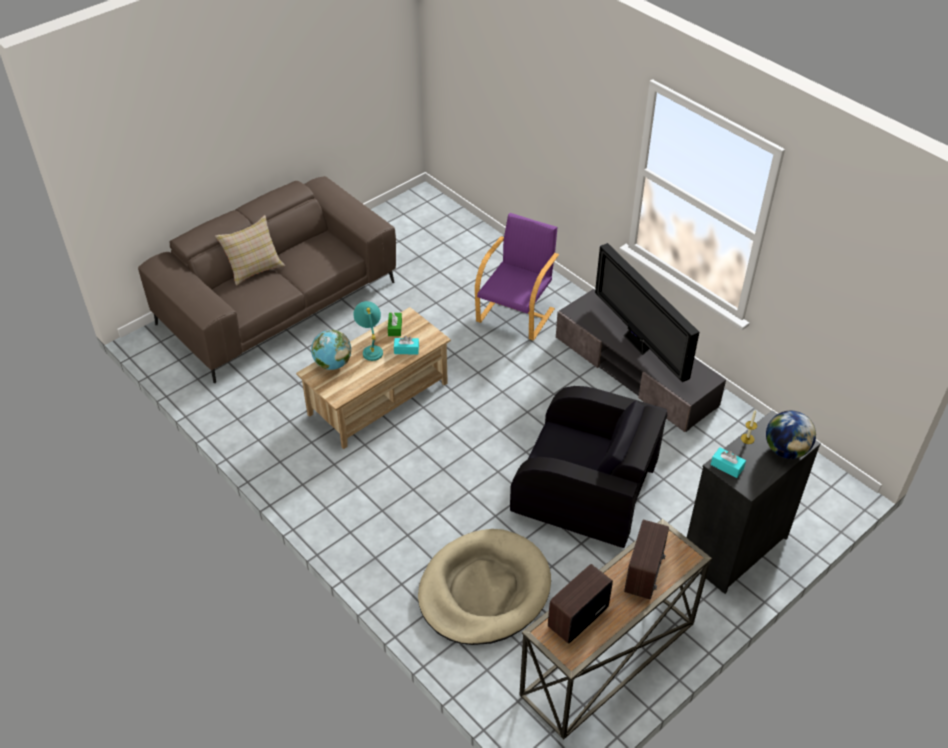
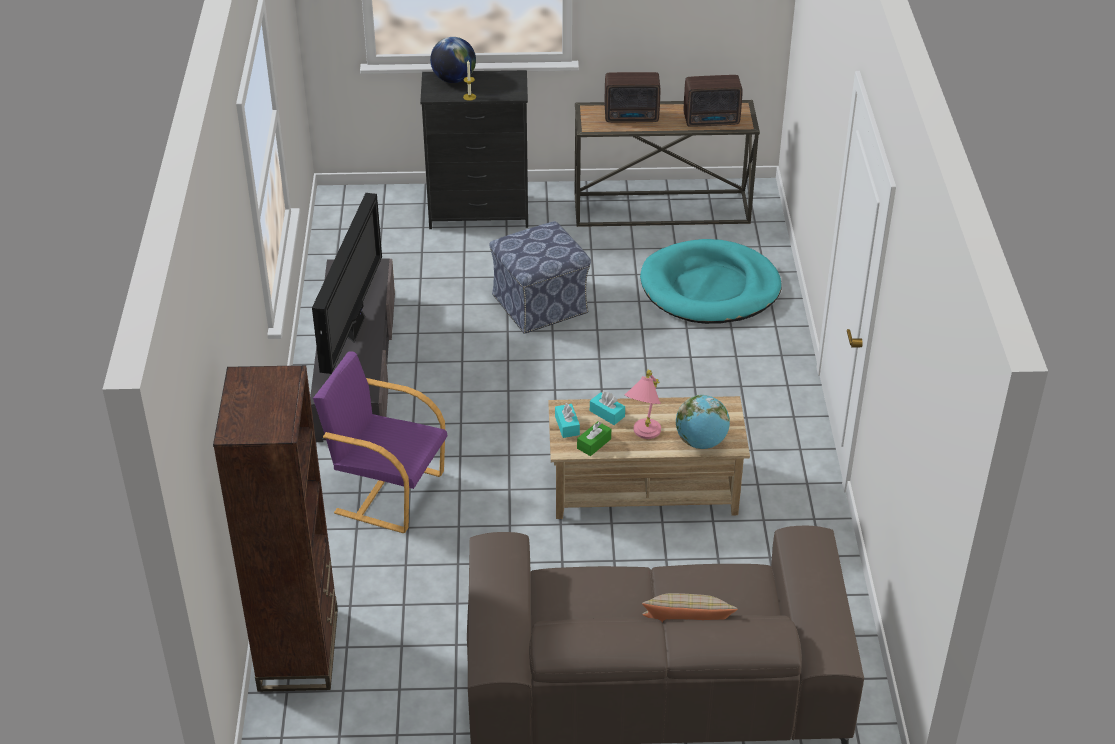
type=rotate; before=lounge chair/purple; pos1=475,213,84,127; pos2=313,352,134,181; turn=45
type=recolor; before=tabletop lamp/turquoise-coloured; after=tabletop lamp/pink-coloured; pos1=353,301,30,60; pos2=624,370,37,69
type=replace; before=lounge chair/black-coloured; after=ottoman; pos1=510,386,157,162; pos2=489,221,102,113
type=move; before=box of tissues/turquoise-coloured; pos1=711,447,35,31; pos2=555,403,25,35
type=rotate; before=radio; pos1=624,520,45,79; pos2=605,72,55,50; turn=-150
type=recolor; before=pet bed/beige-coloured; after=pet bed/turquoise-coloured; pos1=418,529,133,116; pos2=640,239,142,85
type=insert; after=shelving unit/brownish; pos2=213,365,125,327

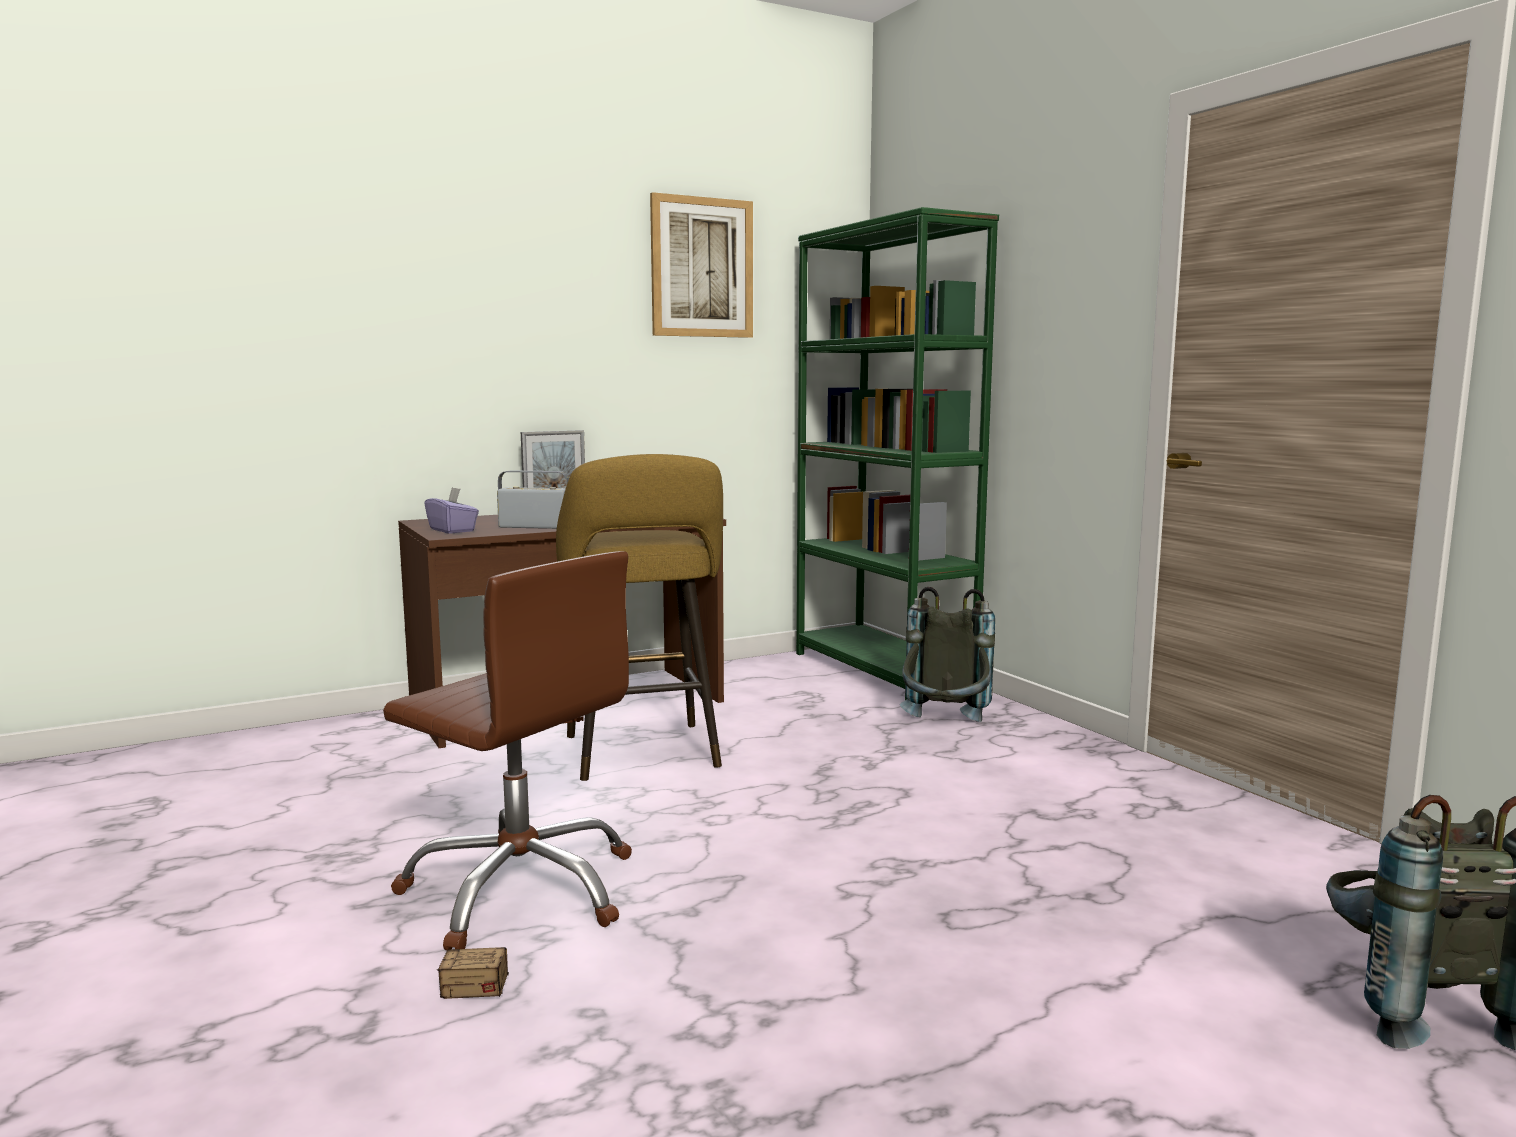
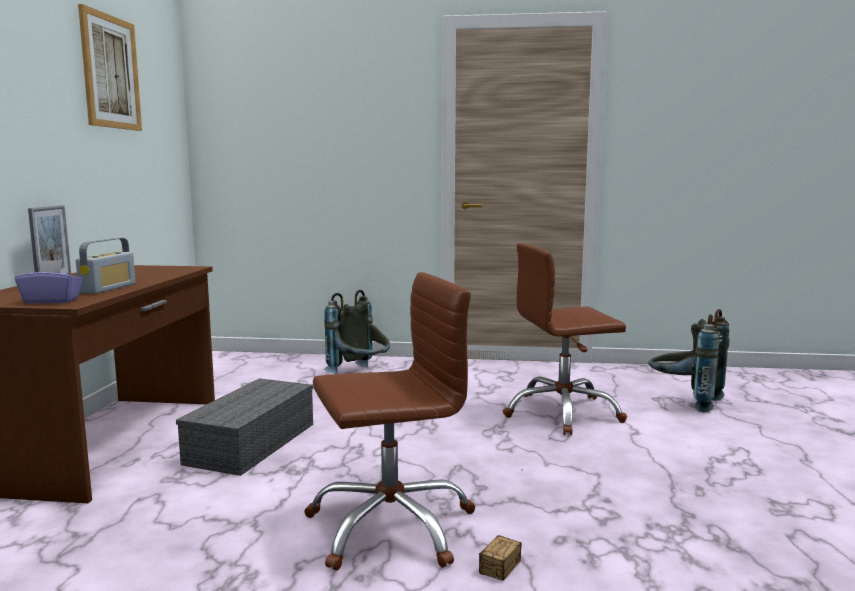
type=delete; before=shelving unit/greenish; pos1=796,207,203,493
type=replace; before=sitting stool/yellowish; after=storage container/grey; pos1=556,454,167,327; pos2=176,378,137,98
type=rotate; before=radio; pos1=497,470,72,59; pos2=76,238,59,56; turn=150
type=insert; after=office chair/brownish; pos2=503,243,124,192

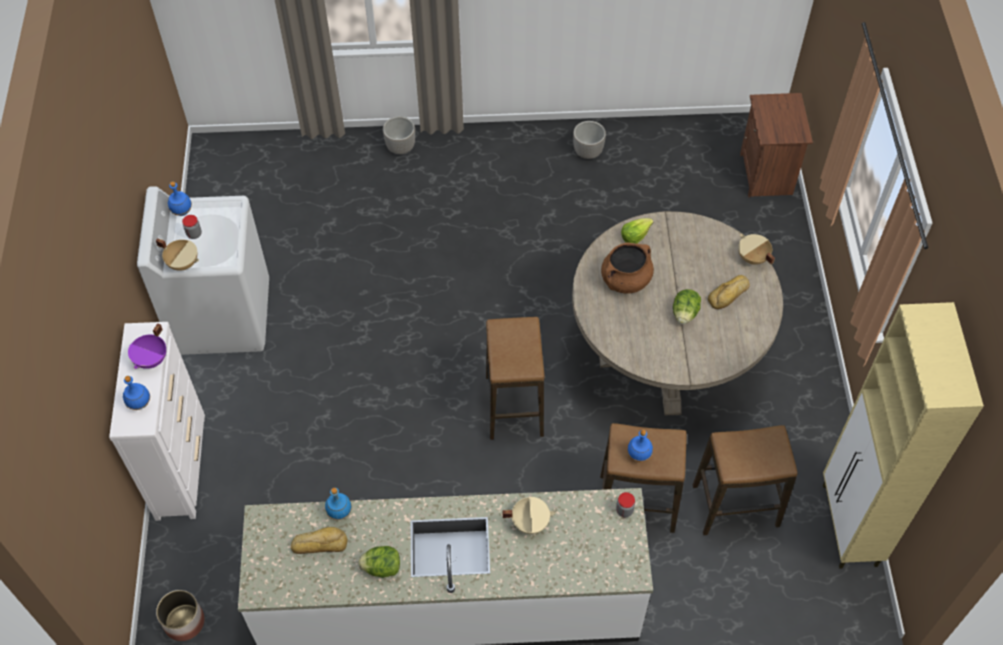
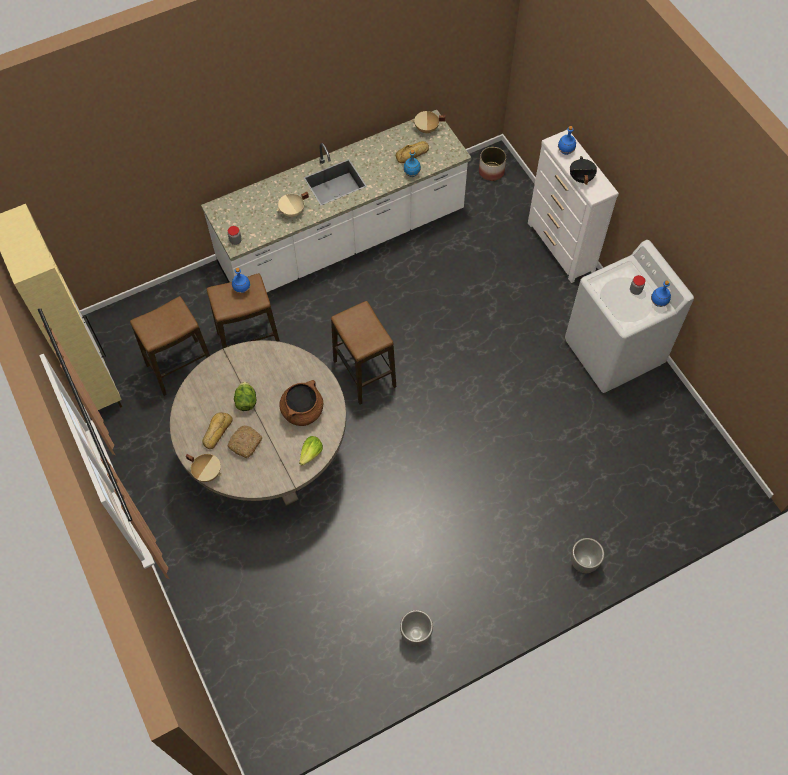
type=delete; before=nightstand/brownish; pos1=740,93,73,105
type=move; before=stockpot/beige-coloured; pos1=156,238,43,33; pos2=411,111,34,23
type=recolor; before=stockpot/purple; after=stockpot/black-coloured; pos1=128,323,38,46; pos2=570,156,27,29
type=delete; before=lettuce; pos1=358,546,42,32
type=insert; after=bakery bread; pos2=228,425,34,33

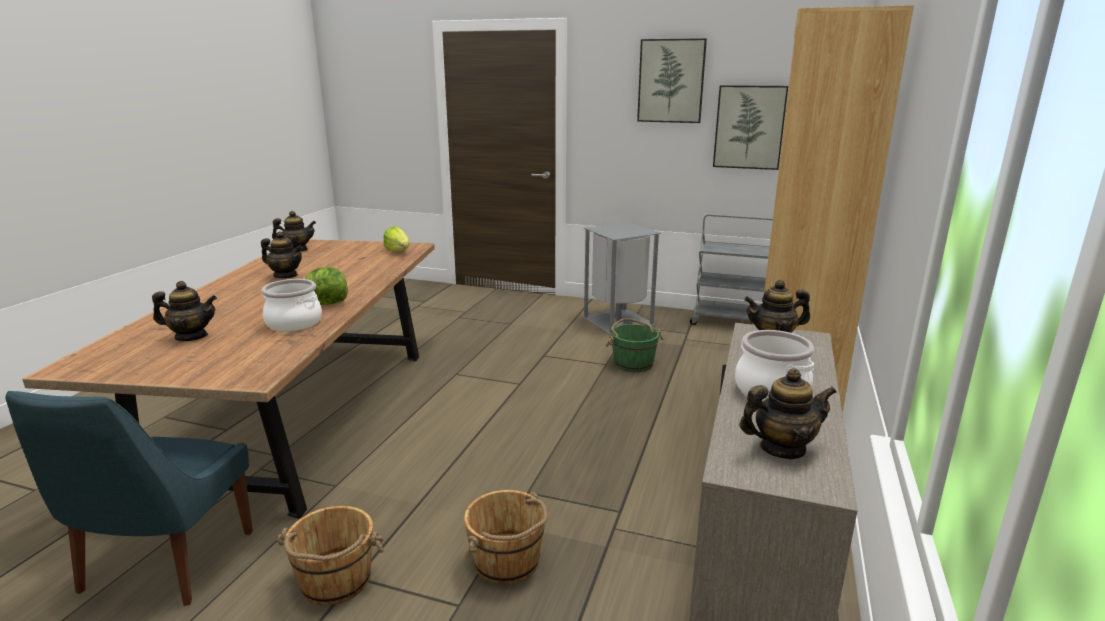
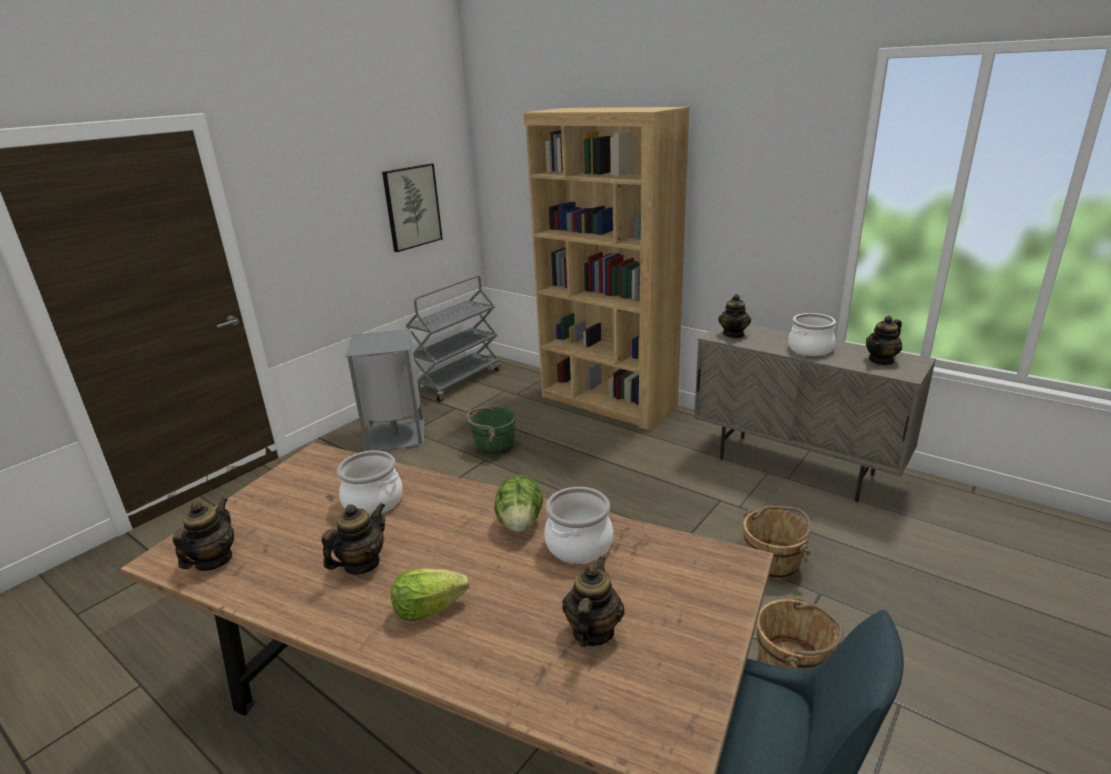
type=delete; before=wall picture; pos1=637,38,70,85
type=move; before=lettuce; pos1=383,227,26,25; pos2=391,569,79,52
type=rotate; before=teapot; pos1=739,368,98,91; pos2=866,316,36,49; turn=-135
type=insert; after=stockpot; pos2=337,450,66,66

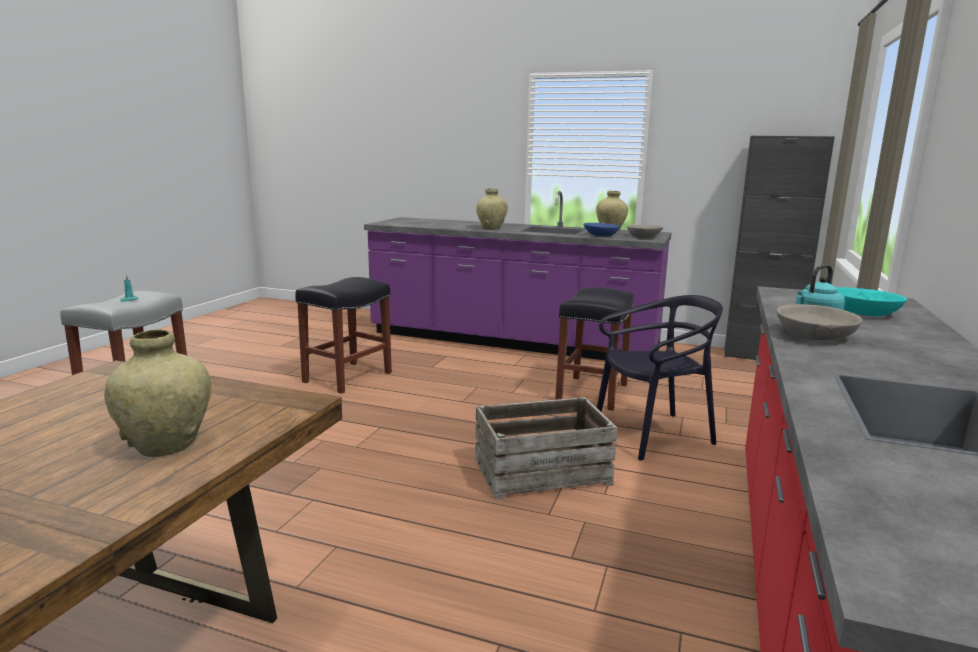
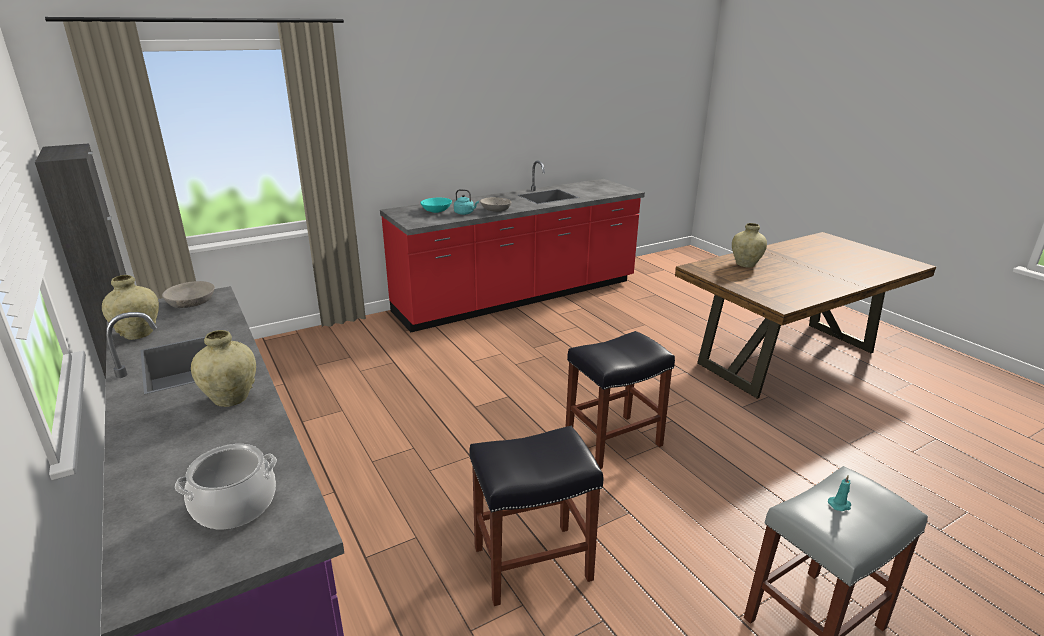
type=delete; before=serving bowl/bluish; pos1=583,223,37,14
type=move; before=sitting stool/black-coloured; pos1=555,287,79,124; pos2=566,331,109,138
type=delete; before=plain chair/black-coloured; pos1=597,295,126,166
type=delete; before=shipping crate; pos1=475,397,142,103
type=insert; after=stockpot; pos2=175,444,102,85

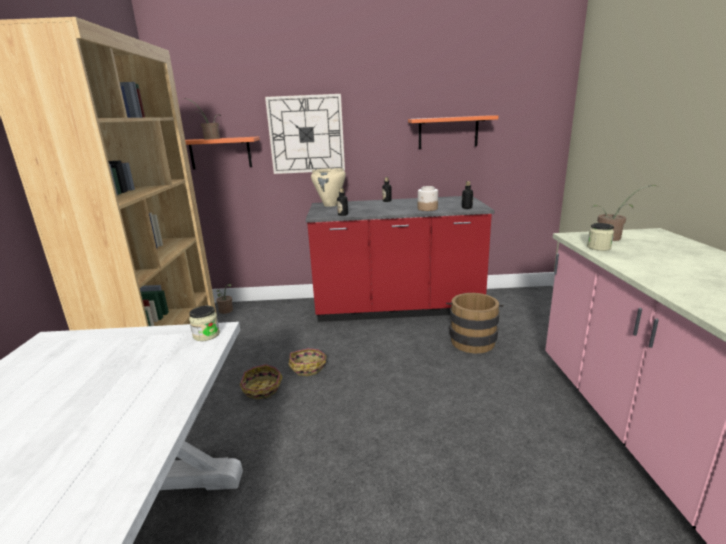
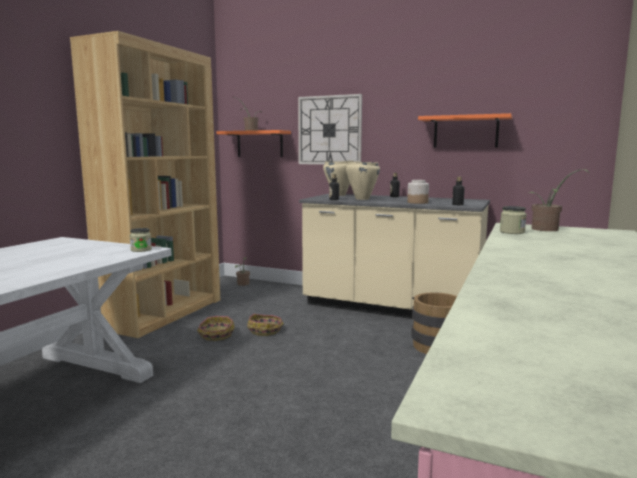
type=recolor; before=counter/red-coloured; after=counter/beige-coloured; pos1=306,196,189,126; pos2=299,194,191,125
type=insert; after=stockpot/beige-coloured; pos2=346,161,34,39

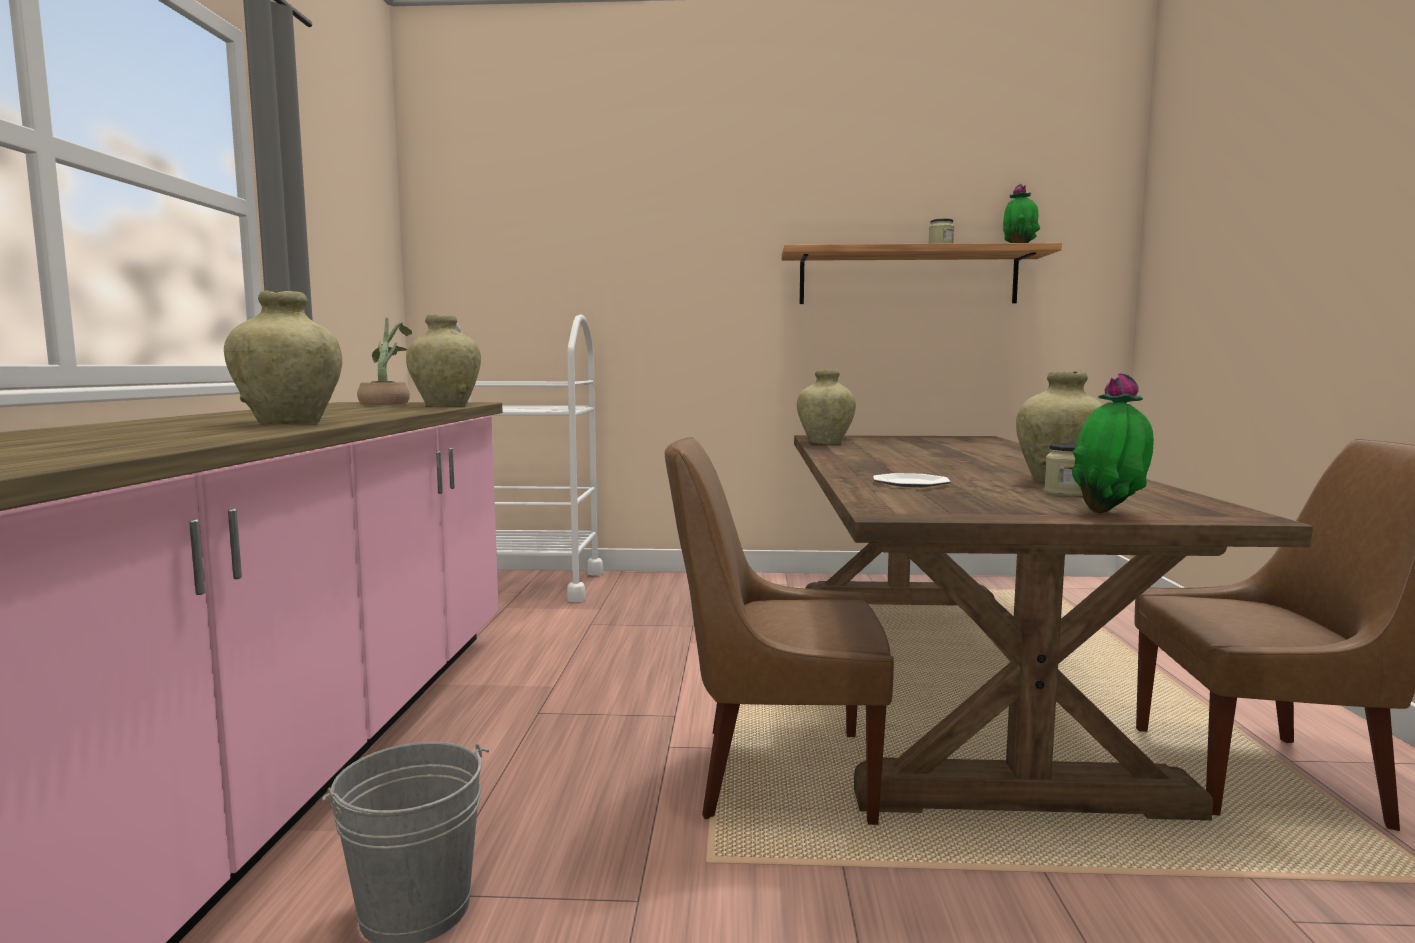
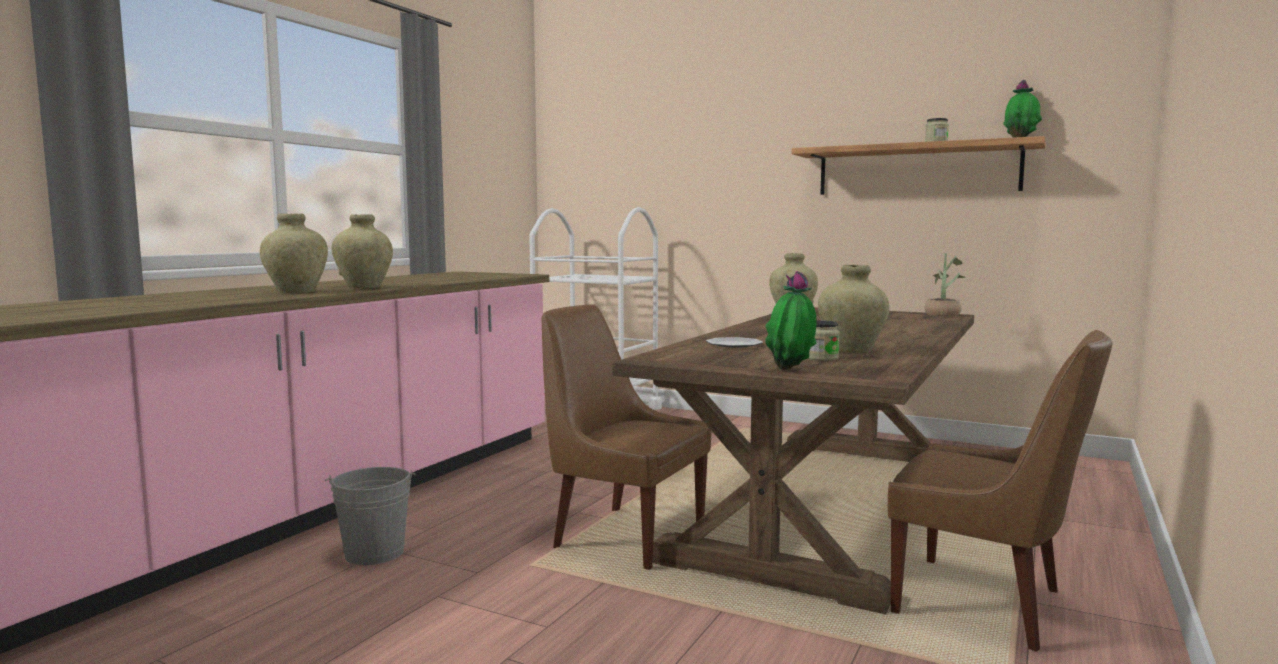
type=move; before=vase/beige-coloured; pos1=406,314,75,93; pos2=260,213,68,81
type=move; before=plant in a pot; pos1=357,318,55,87; pos2=924,253,42,64

